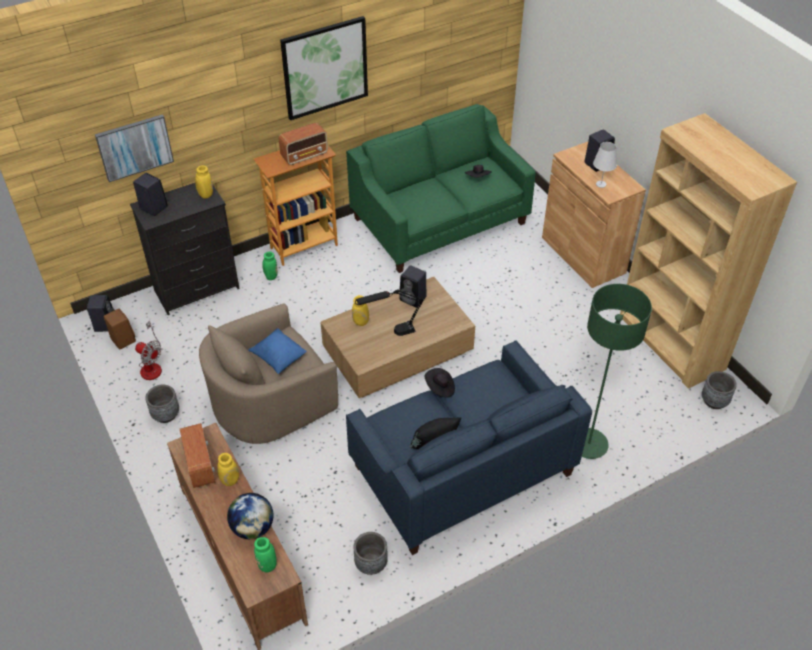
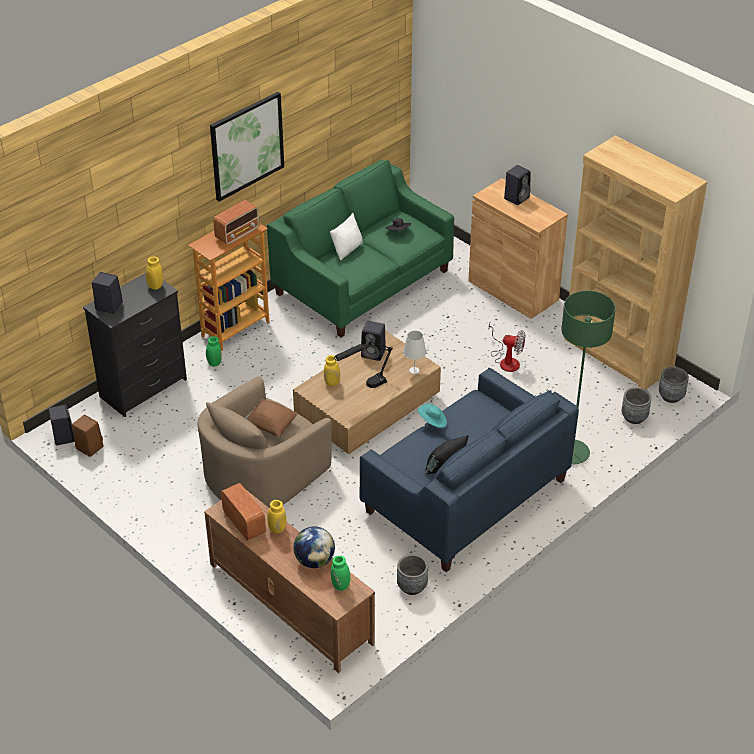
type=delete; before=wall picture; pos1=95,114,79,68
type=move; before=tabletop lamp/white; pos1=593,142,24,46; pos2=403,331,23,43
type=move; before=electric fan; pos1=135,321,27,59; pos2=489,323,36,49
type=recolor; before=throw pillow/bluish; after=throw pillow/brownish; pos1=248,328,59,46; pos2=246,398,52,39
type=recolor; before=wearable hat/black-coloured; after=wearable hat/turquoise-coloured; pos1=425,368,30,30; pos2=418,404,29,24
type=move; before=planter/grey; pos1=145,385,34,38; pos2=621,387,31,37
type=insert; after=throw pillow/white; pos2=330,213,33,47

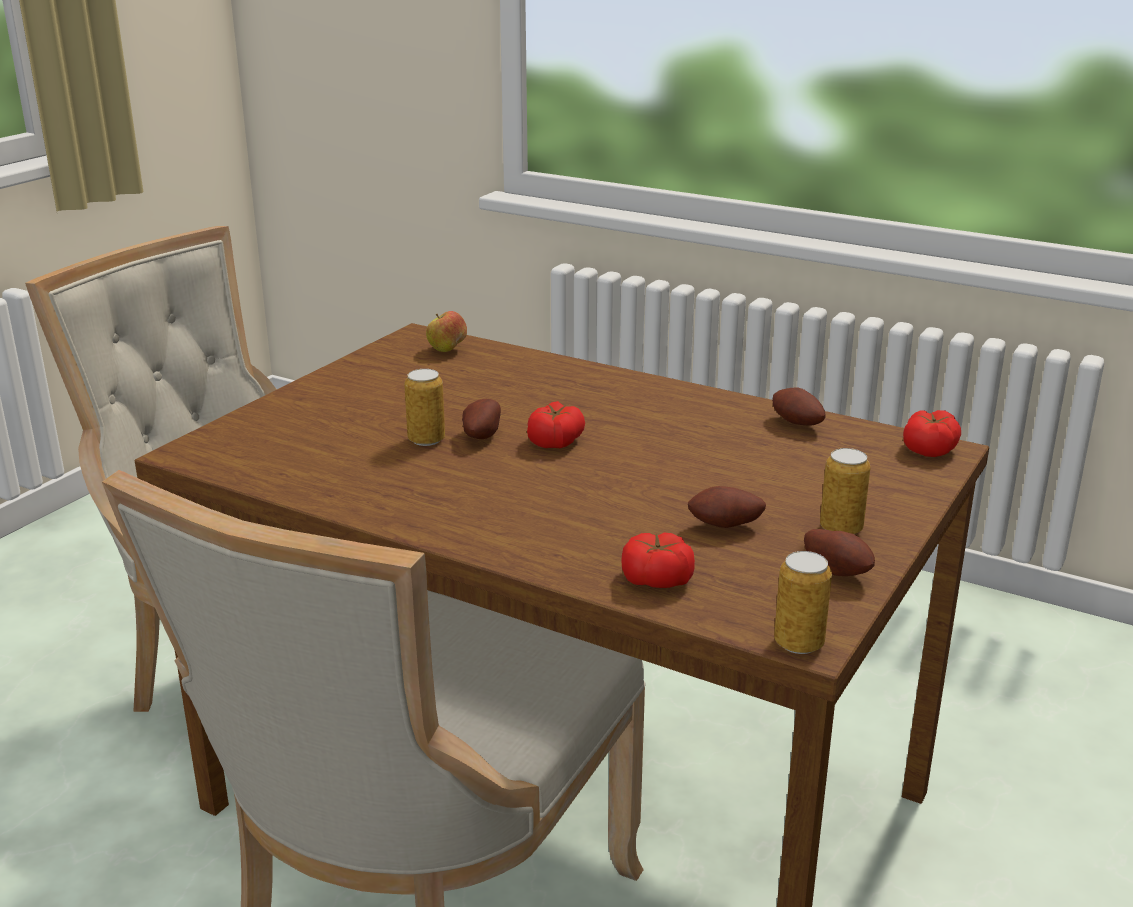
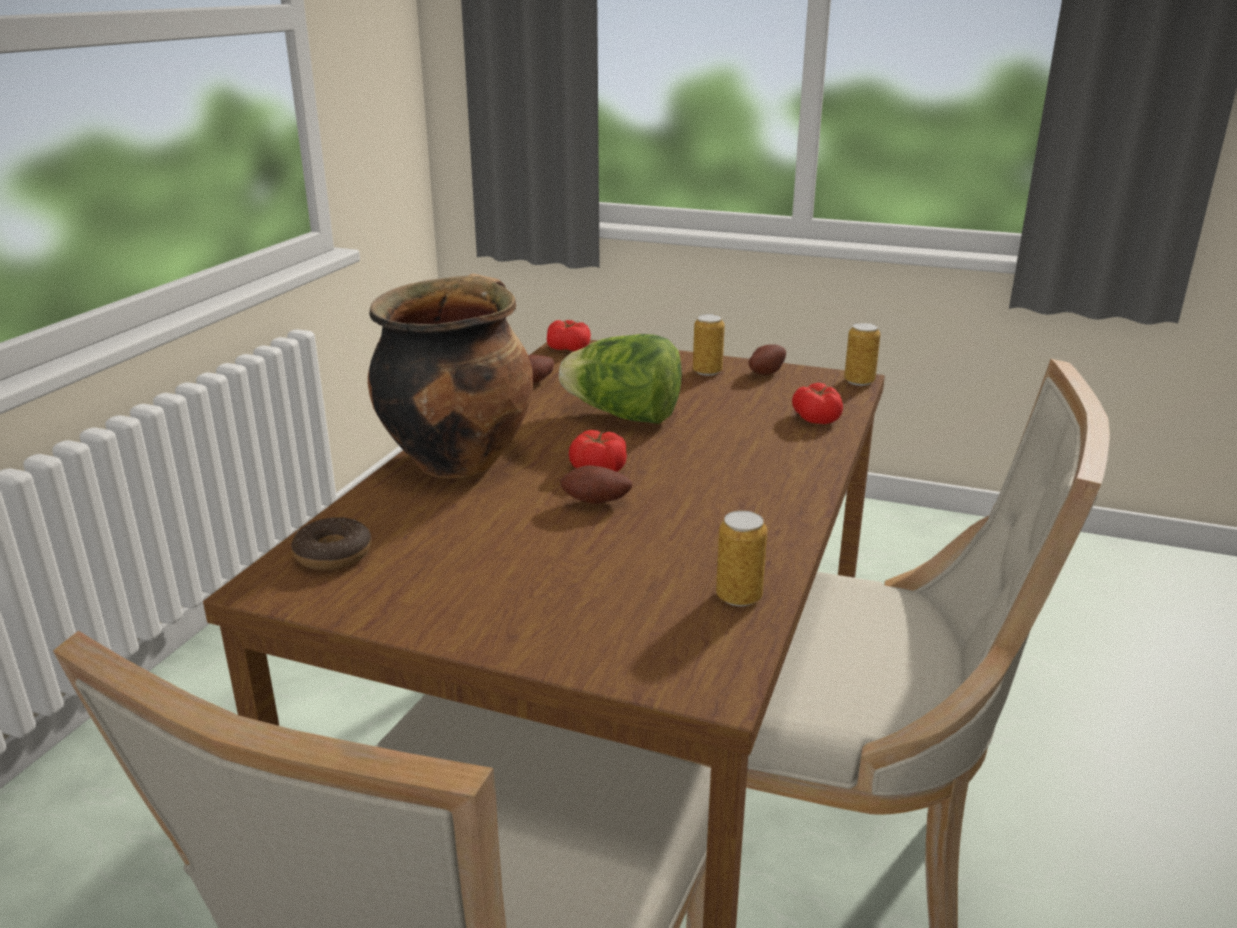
type=replace; before=apple; after=ring doughnut; pos1=426,311,41,41; pos2=291,517,80,53
type=move; before=can; pos1=404,369,41,77; pos2=716,511,51,95
type=delete; before=potato; pos1=688,486,78,42
type=insert; after=stockpot; pos2=368,274,165,204
type=insert; after=lettuce; pos2=559,334,123,90

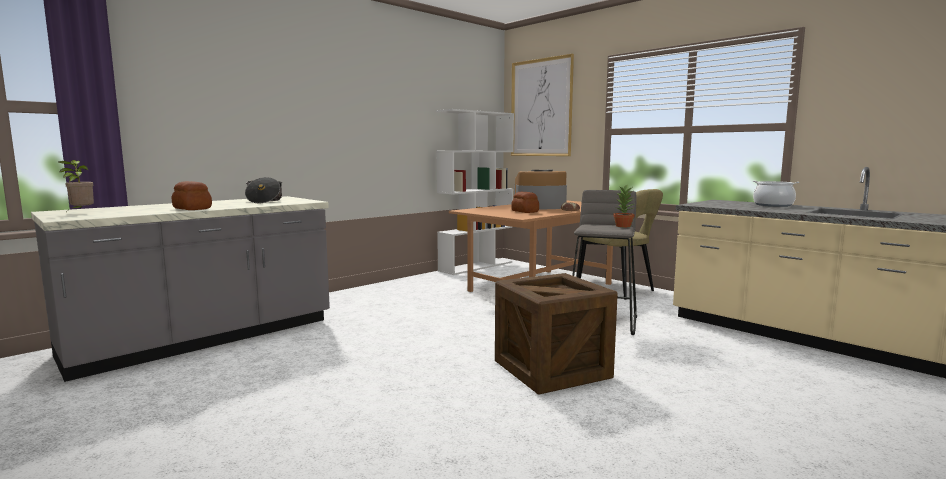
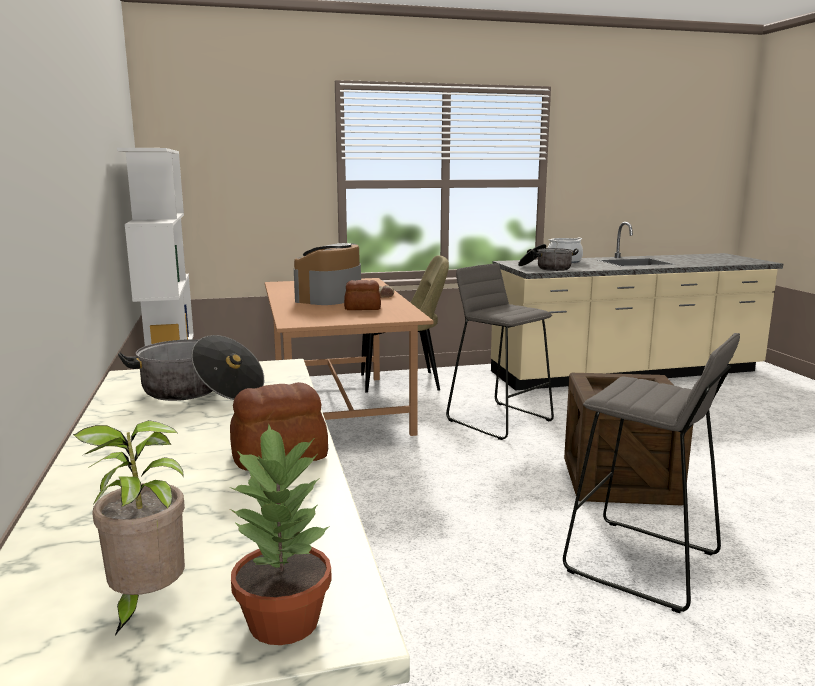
type=delete; before=wall picture; pos1=511,54,63,102
type=move; before=plant in a pot; pos1=613,185,22,42; pos2=229,424,103,221
type=insert; after=stockpot; pos2=518,244,61,27
type=insert; after=sitting stool/grey; pos2=563,333,177,280

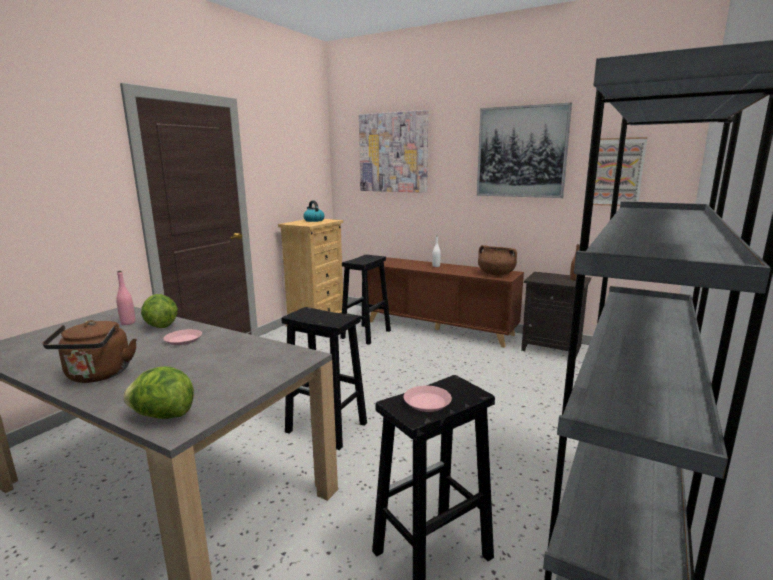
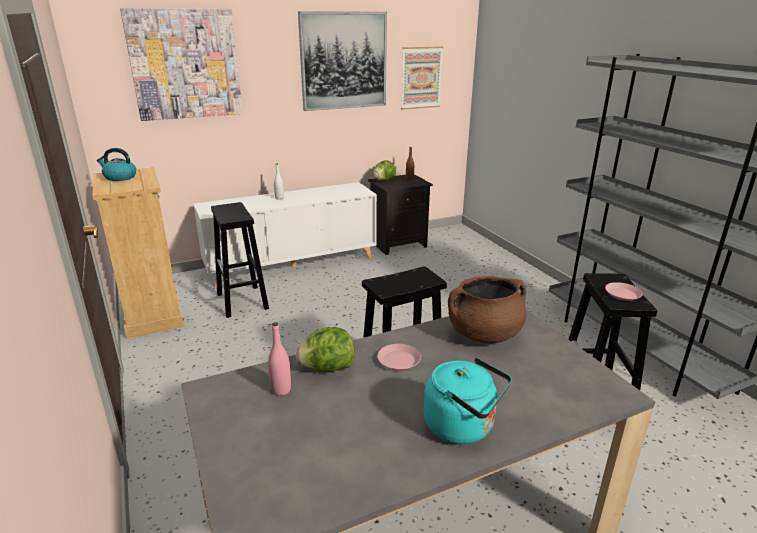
type=move; before=stockpot/brownish; pos1=478,245,39,30; pos2=448,276,79,67
type=recolor; before=storage cabinet/brownish; after=storage cabinet/white; pos1=367,257,157,91; pos2=193,182,184,106
type=recolor; before=kettle/brownish; after=kettle/turquoise-coloured; pos1=42,320,95,63; pos2=424,358,88,86
type=move; before=lettuce; pos1=123,366,71,53; pos2=373,160,23,21

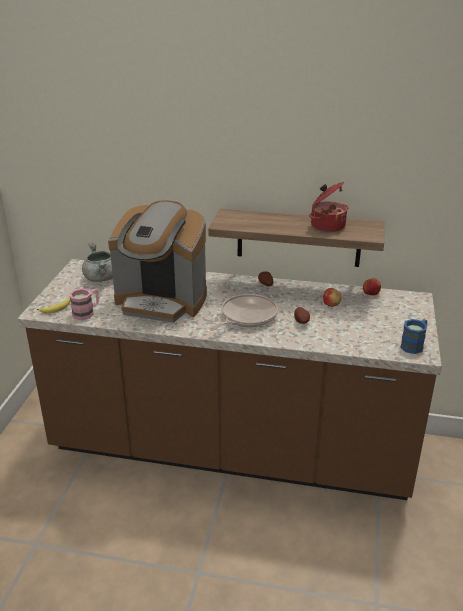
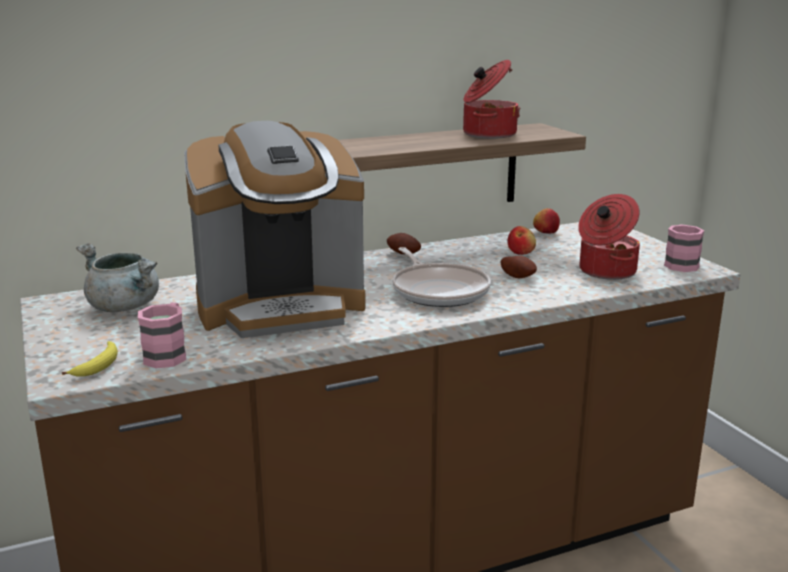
type=rotate; before=pan; pos1=210,294,68,37; pos2=392,247,99,60; turn=150
type=recolor; before=tea mug/bluish; after=tea mug/pink-coloured; pos1=400,319,27,35; pos2=664,224,41,48
type=insert; after=stockpot; pos2=578,194,62,86

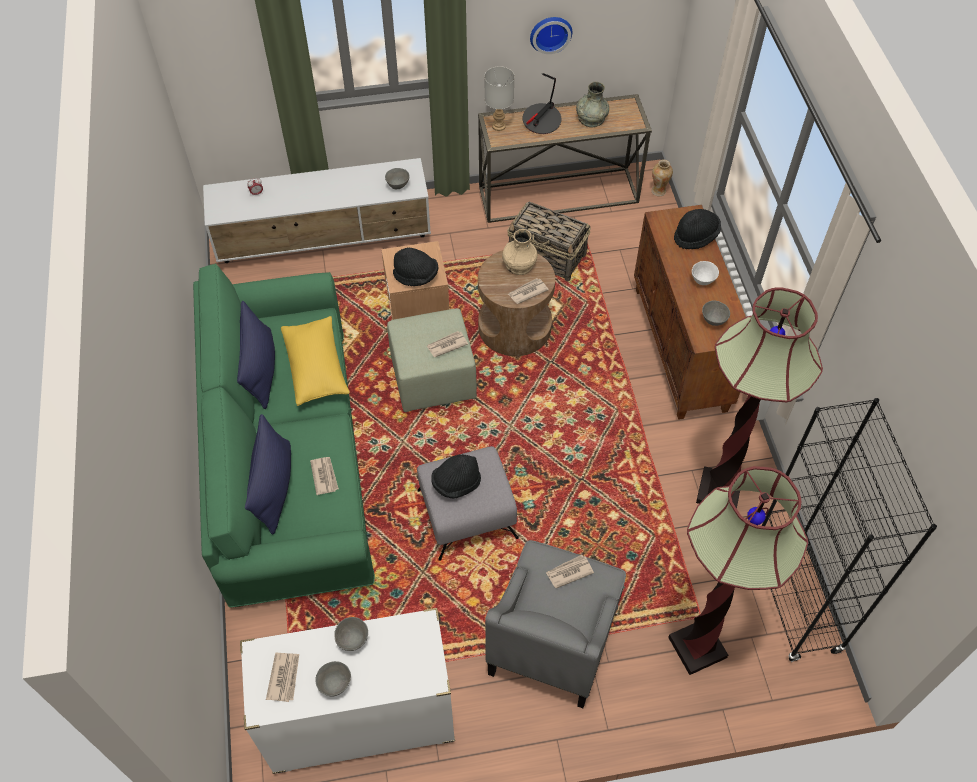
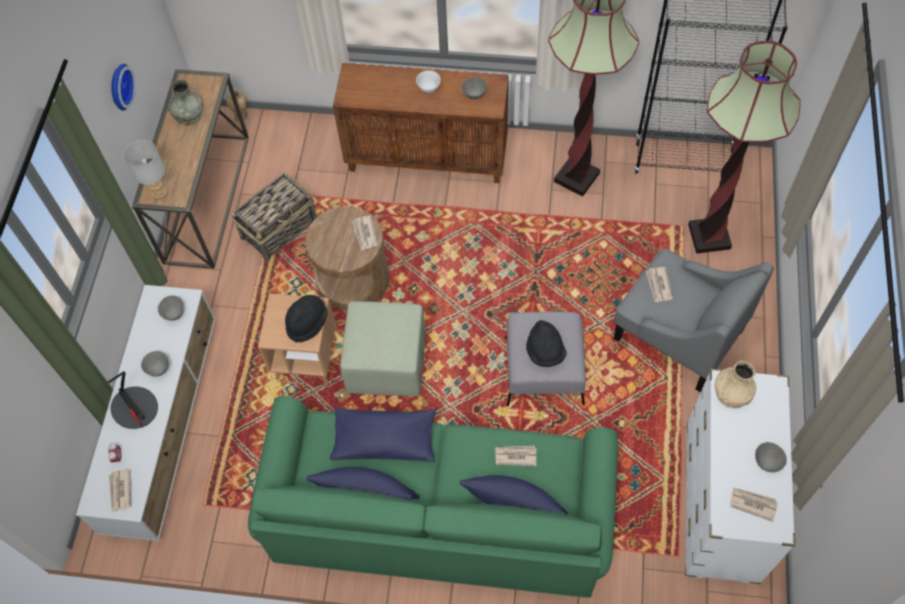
type=move; before=tabletop lamp; pos1=523,73,38,61; pos2=107,371,51,58
type=delete; before=wearable hat/black-coloured; pos1=674,209,47,40
type=move; before=vase/beige-coloured; pos1=502,229,35,46; pos2=715,361,41,47
type=recolor; before=throw pillow/yellowish; after=throw pillow/bluish; pos1=281,316,69,90; pos2=330,408,106,54
type=move; before=daily paper; pos1=426,331,42,26; pos2=109,469,22,43
type=move; before=serving bowl/grey; pos1=334,617,34,34; pos2=141,351,28,26

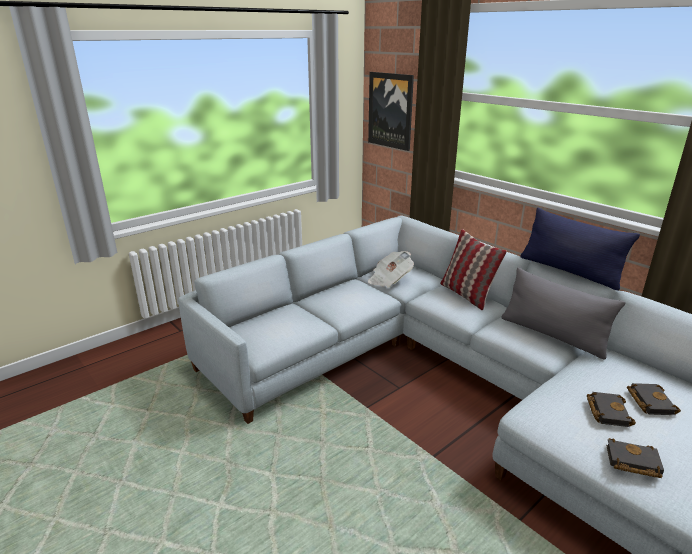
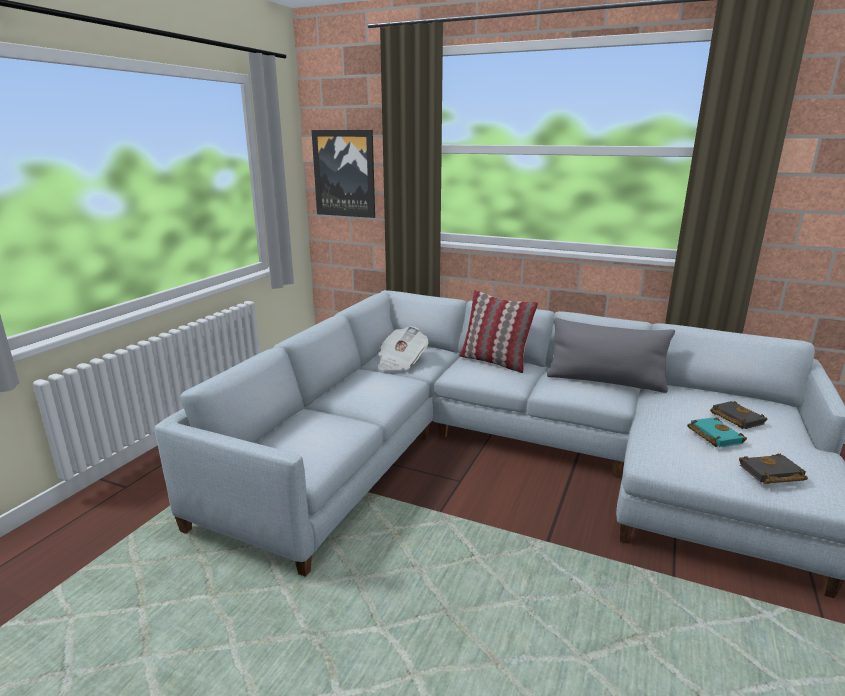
type=delete; before=throw pillow/bluish; pos1=520,208,120,83
type=recolor; before=book/black-coloured; after=book/turquoise-coloured; pos1=587,392,49,35; pos2=687,417,60,30

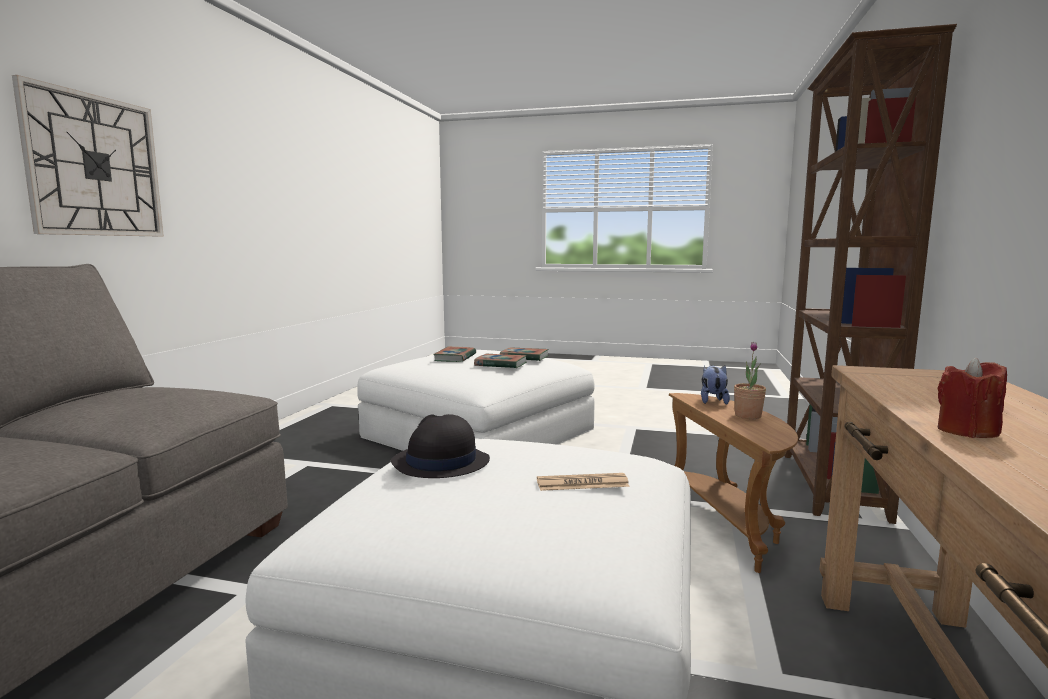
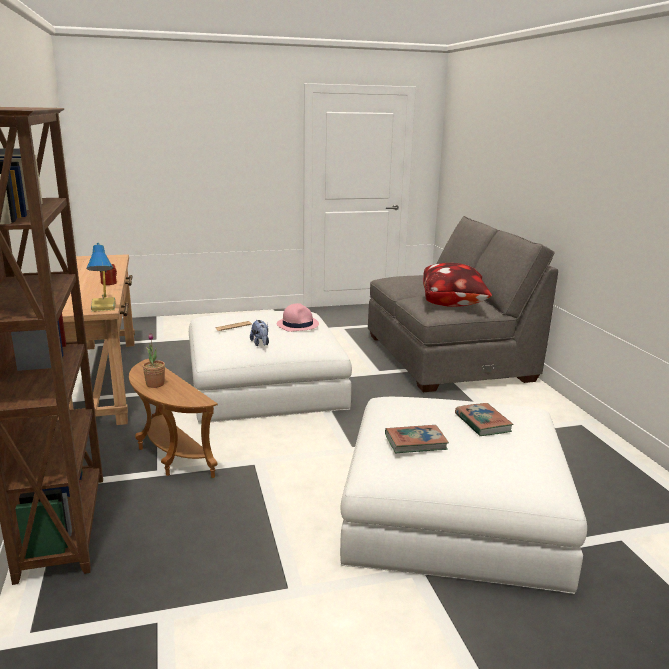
type=delete; before=wall clock; pos1=12,75,152,162
type=delete; before=book; pos1=474,354,53,14
type=move; before=soft toy; pos1=701,365,29,40; pos2=250,320,19,26
type=recolor; before=wearable hat/black-coloured; after=wearable hat/pink-coloured; pos1=391,414,99,64; pos2=277,303,42,29
type=insert; after=tabletop lamp; pos2=86,243,30,69
type=insert; after=throw pillow; pos2=423,263,69,44

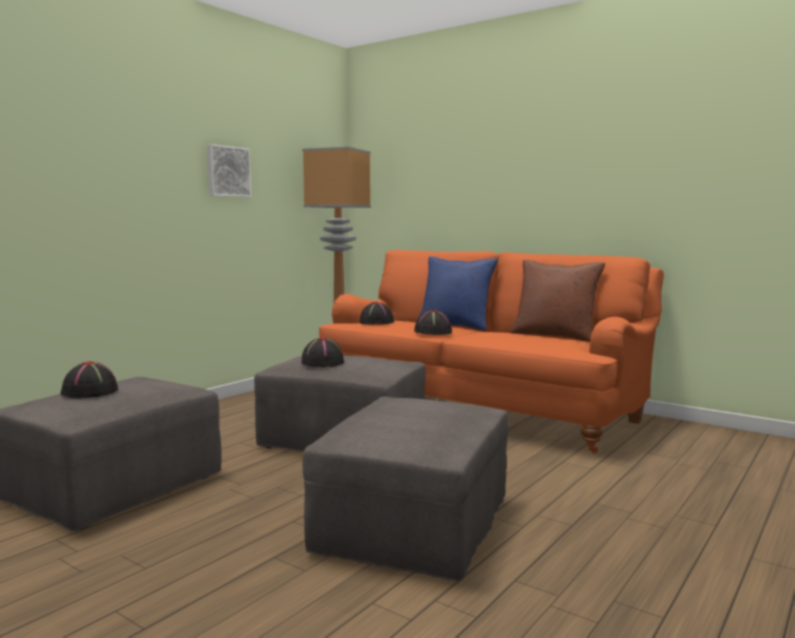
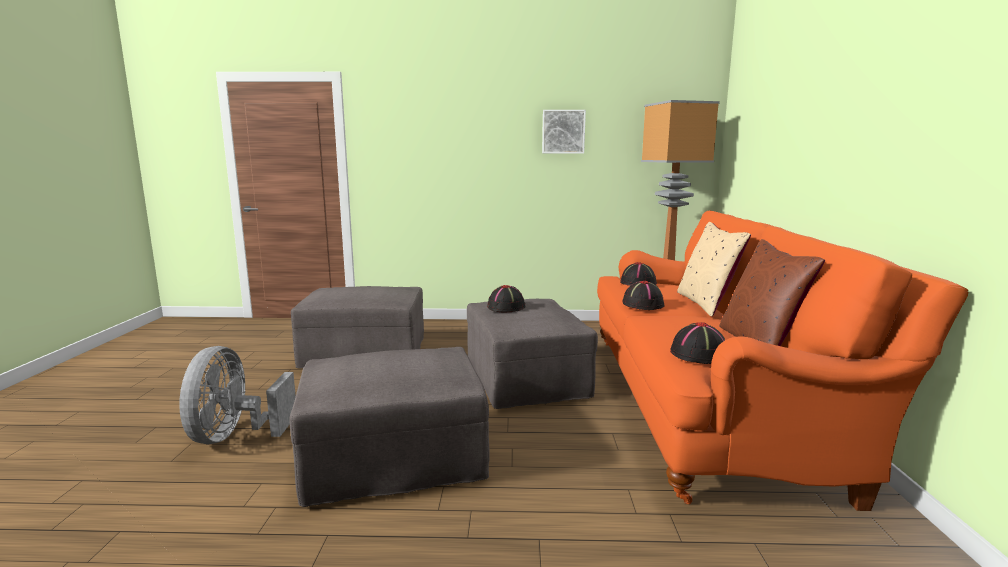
type=recolor; before=throw pillow/bluish; after=throw pillow/beige-coloured; pos1=417,256,81,74; pos2=677,222,74,94
type=move; before=wearable hat/black-coloured; pos1=60,361,58,37; pos2=670,322,55,42
type=insert; after=electric fan/grey; pos2=179,346,117,98

